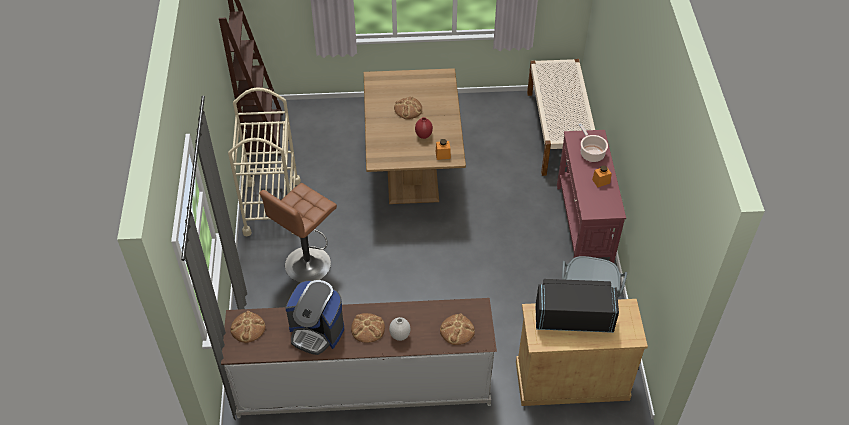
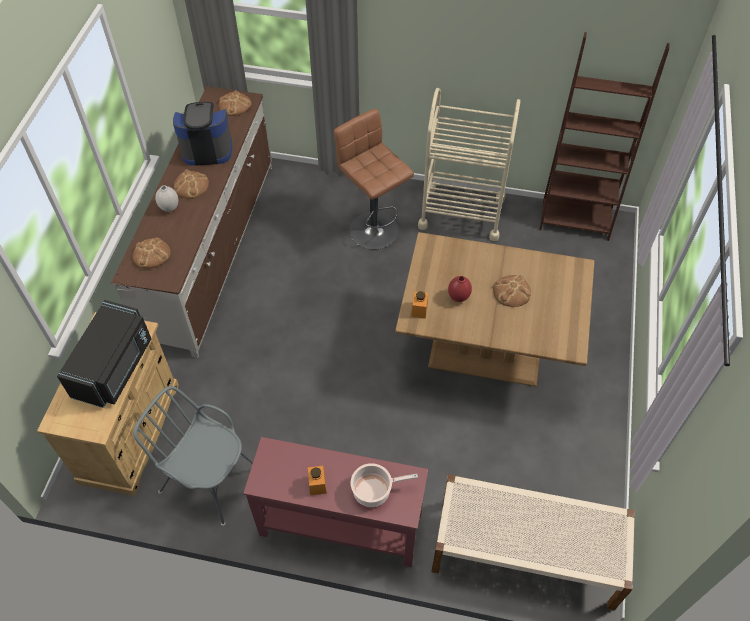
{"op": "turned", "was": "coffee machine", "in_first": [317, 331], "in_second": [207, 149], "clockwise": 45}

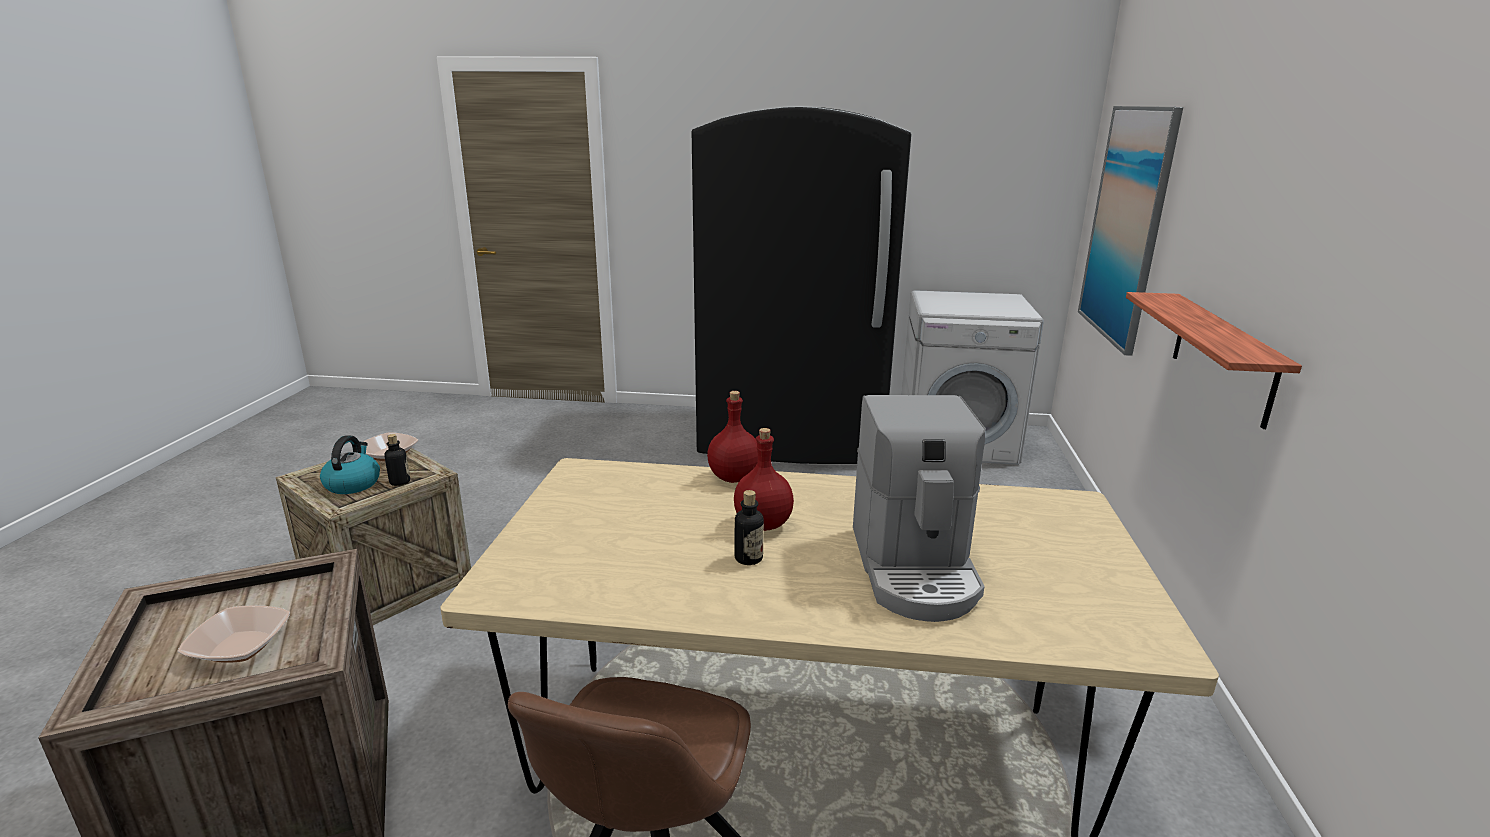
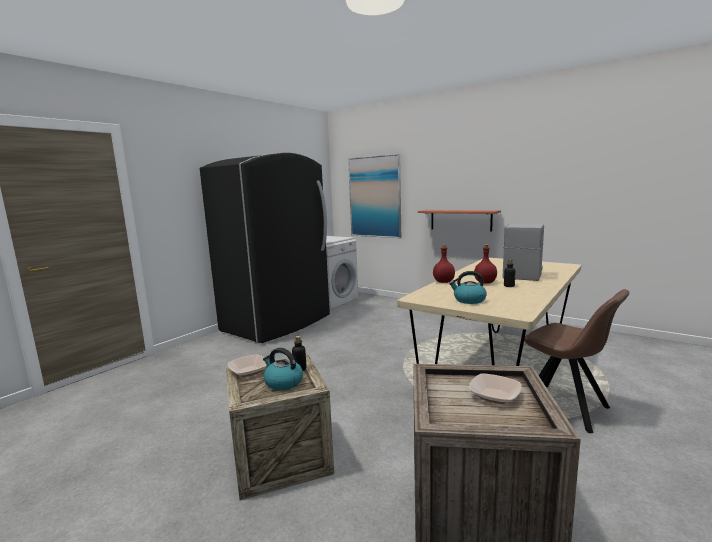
{"op": "turned", "was": "coffee machine", "in_first": [914, 568], "in_second": [523, 274], "clockwise": -90}
{"op": "added", "now": "kettle", "in_second": [469, 300]}

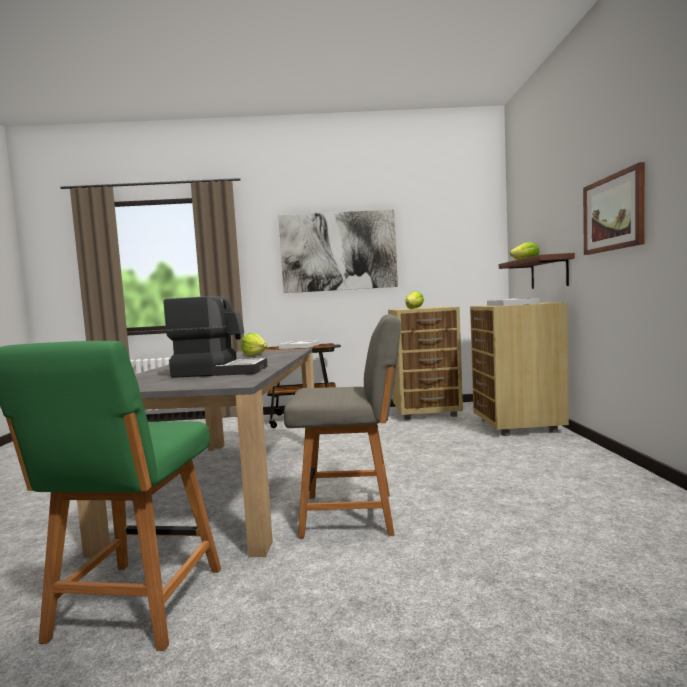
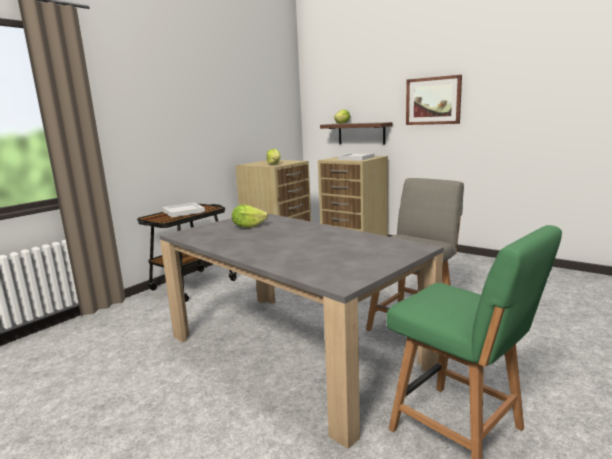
{"op": "removed", "was": "picture", "in_first": [338, 251]}
{"op": "removed", "was": "coffee machine", "in_first": [220, 371]}

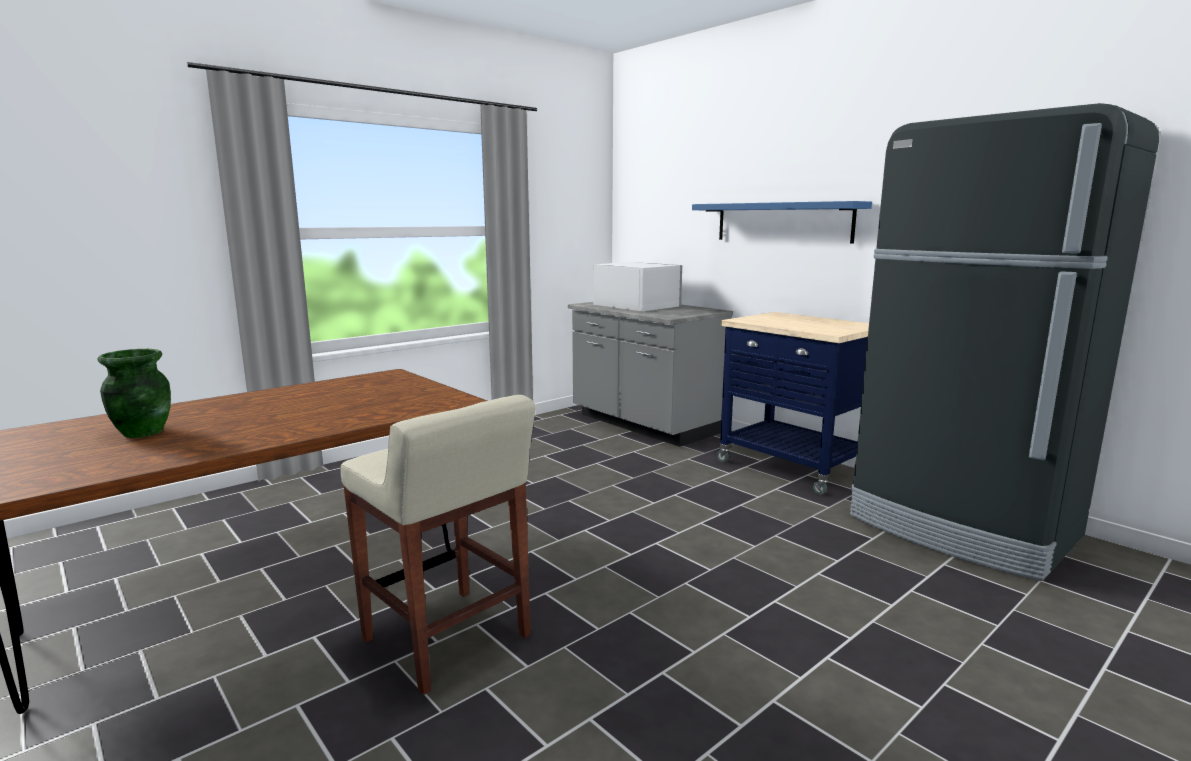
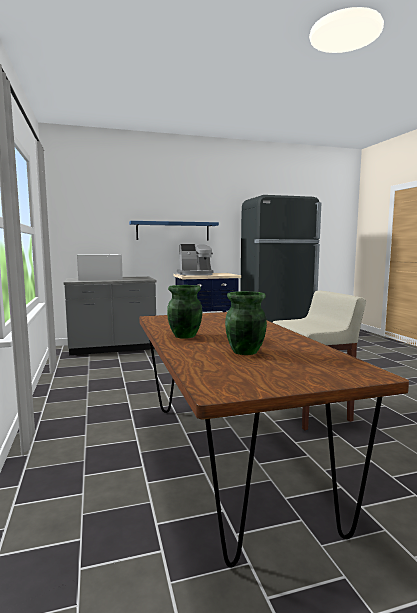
{"op": "added", "now": "coffee machine", "in_second": [196, 274]}
{"op": "added", "now": "green vase", "in_second": [184, 336]}

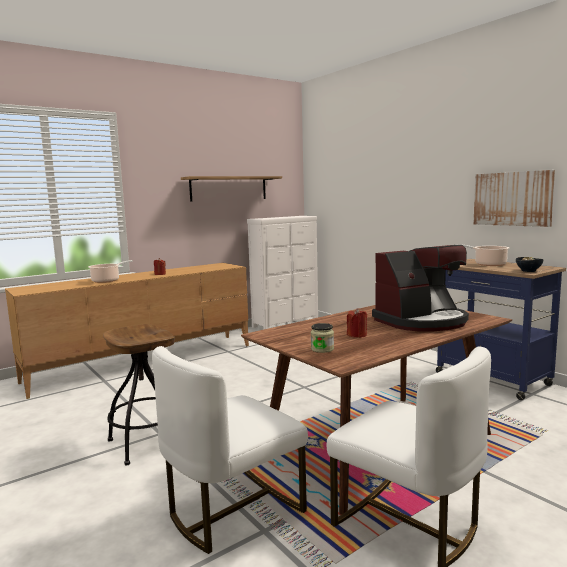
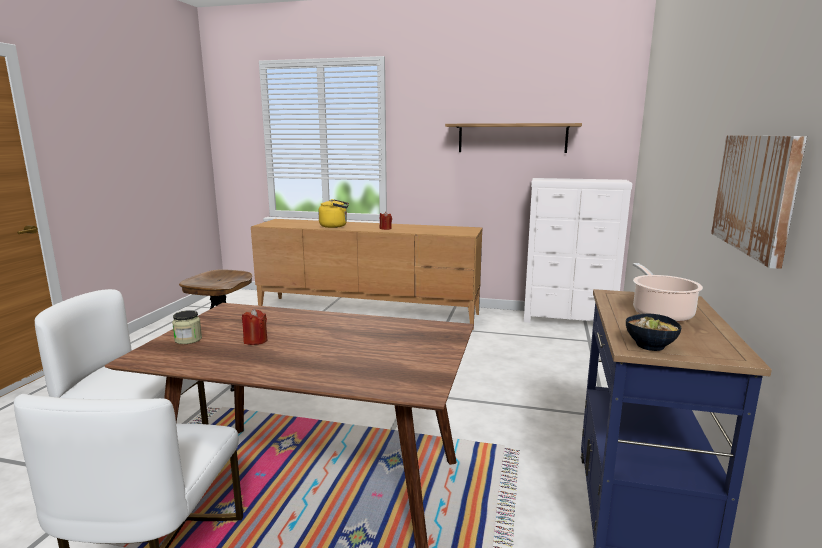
{"op": "removed", "was": "coffee machine", "in_first": [421, 321]}
{"op": "replaced", "was": "cooking pot", "now": "yellow kettle", "in_first": [107, 280], "in_second": [335, 226]}

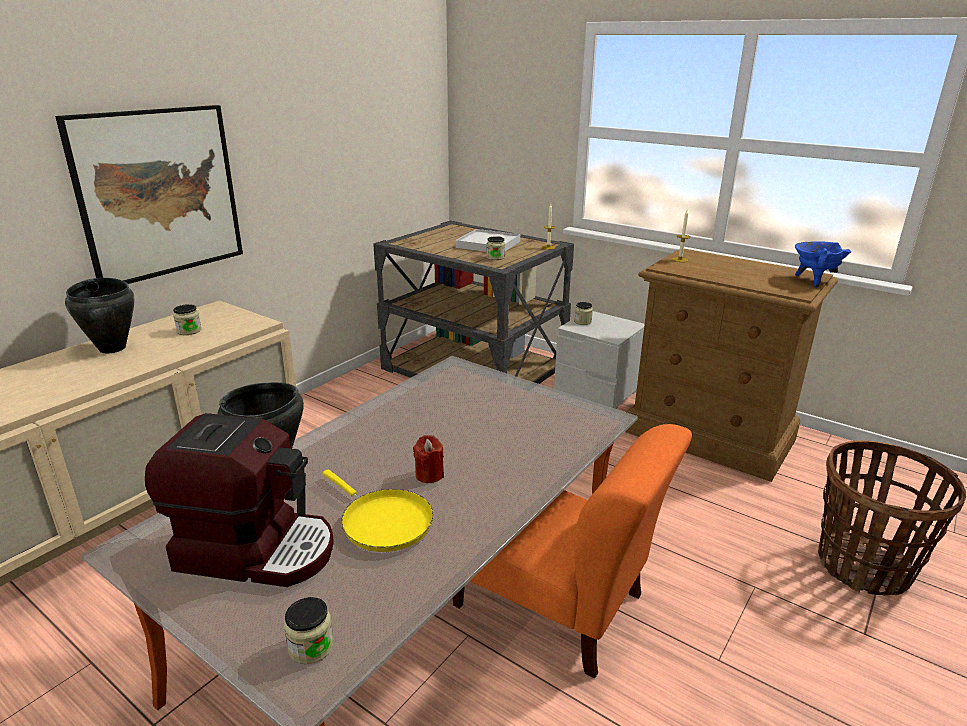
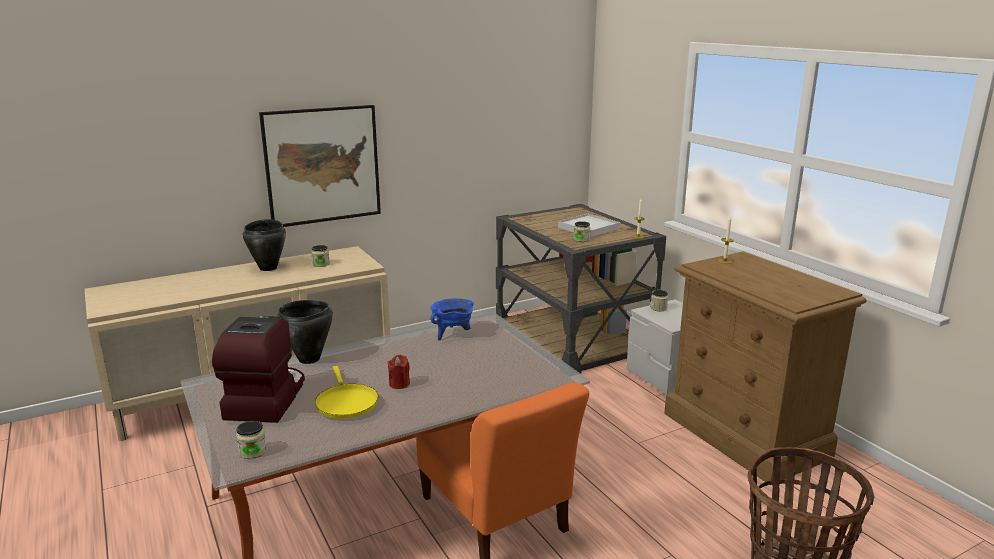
{"op": "moved", "was": "blue cooking pot", "in_first": [814, 281], "in_second": [453, 334]}
{"op": "turned", "was": "coffee machine", "in_first": [257, 549], "in_second": [265, 399], "clockwise": -120}

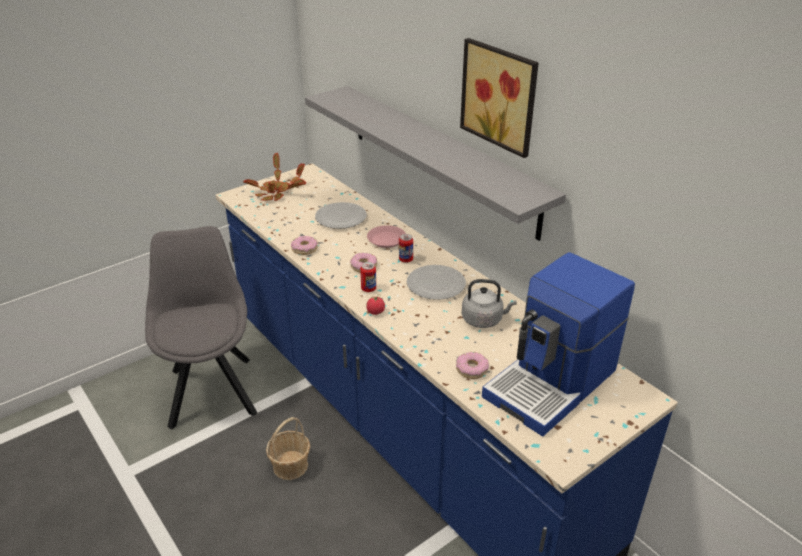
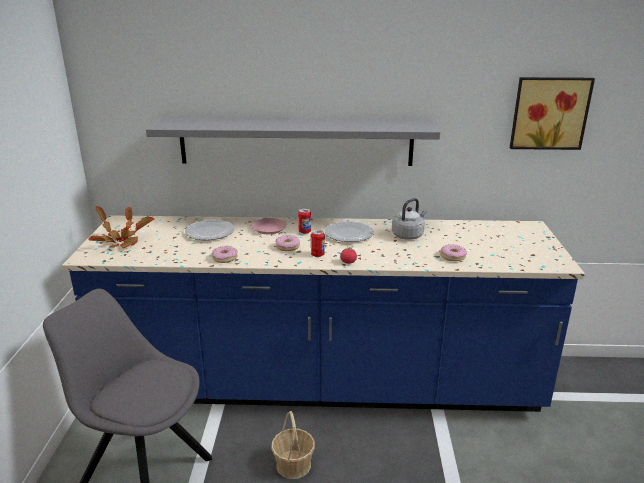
{"op": "moved", "was": "picture", "in_first": [501, 96], "in_second": [549, 113]}
{"op": "removed", "was": "coffee machine", "in_first": [552, 383]}

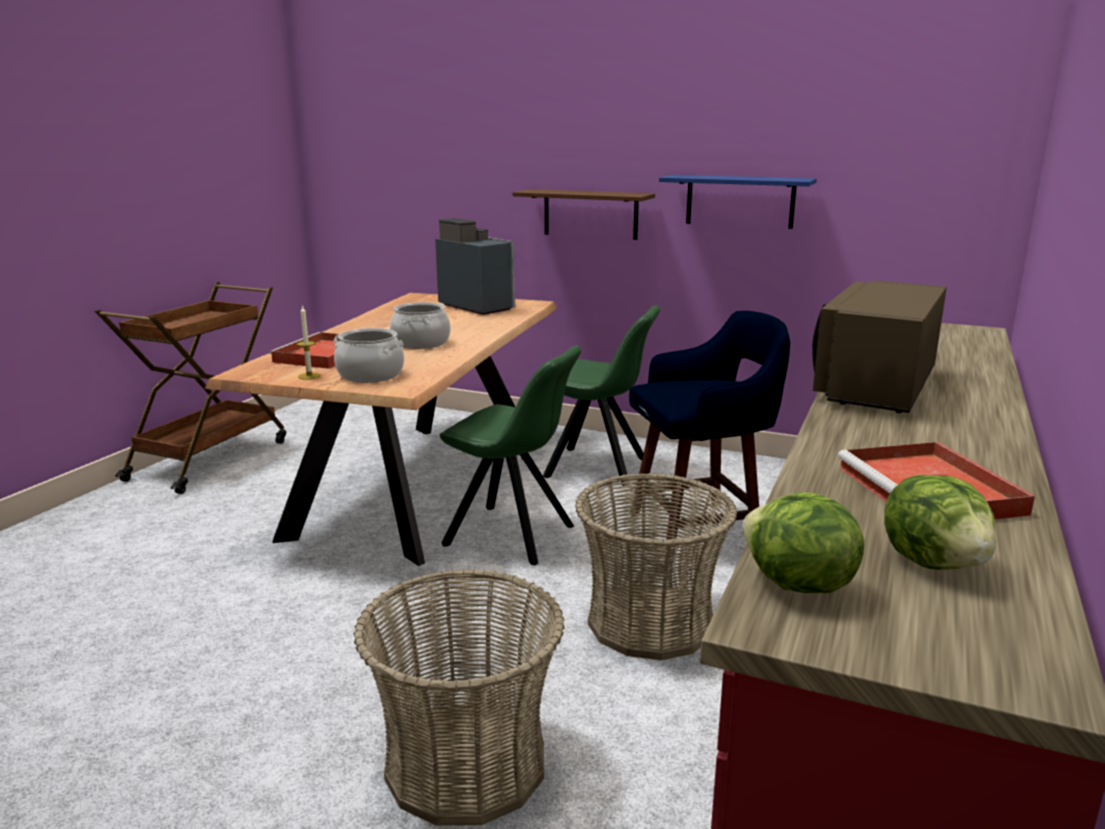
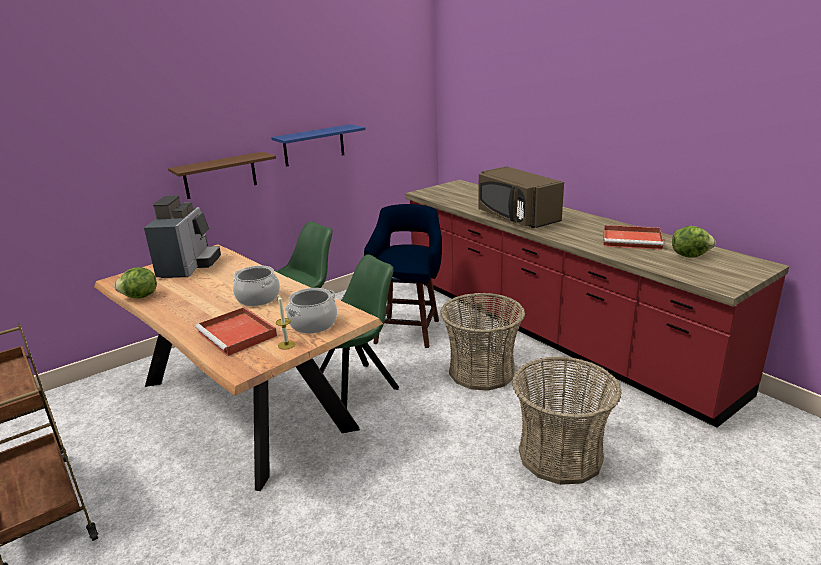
{"op": "turned", "was": "coffee machine", "in_first": [478, 306], "in_second": [189, 266], "clockwise": 105}
{"op": "moved", "was": "lettuce", "in_first": [796, 585], "in_second": [140, 297]}

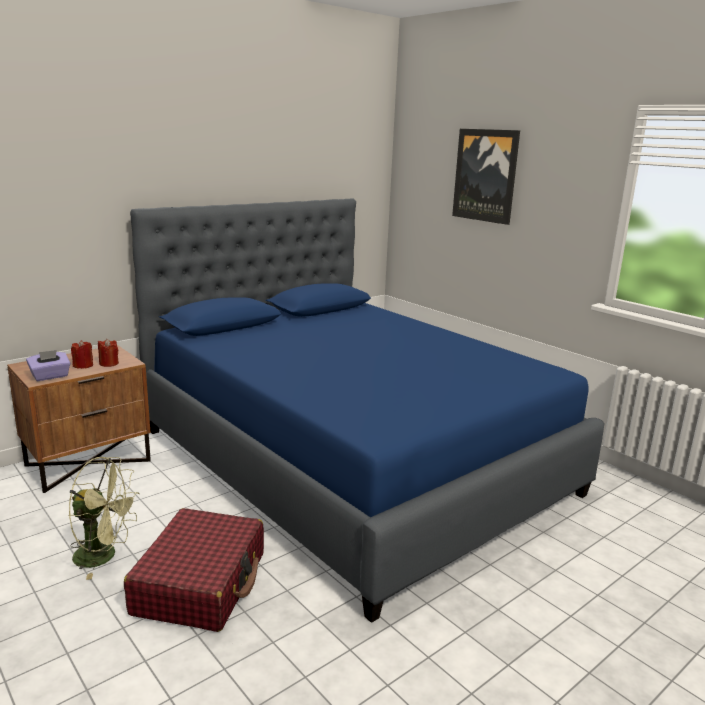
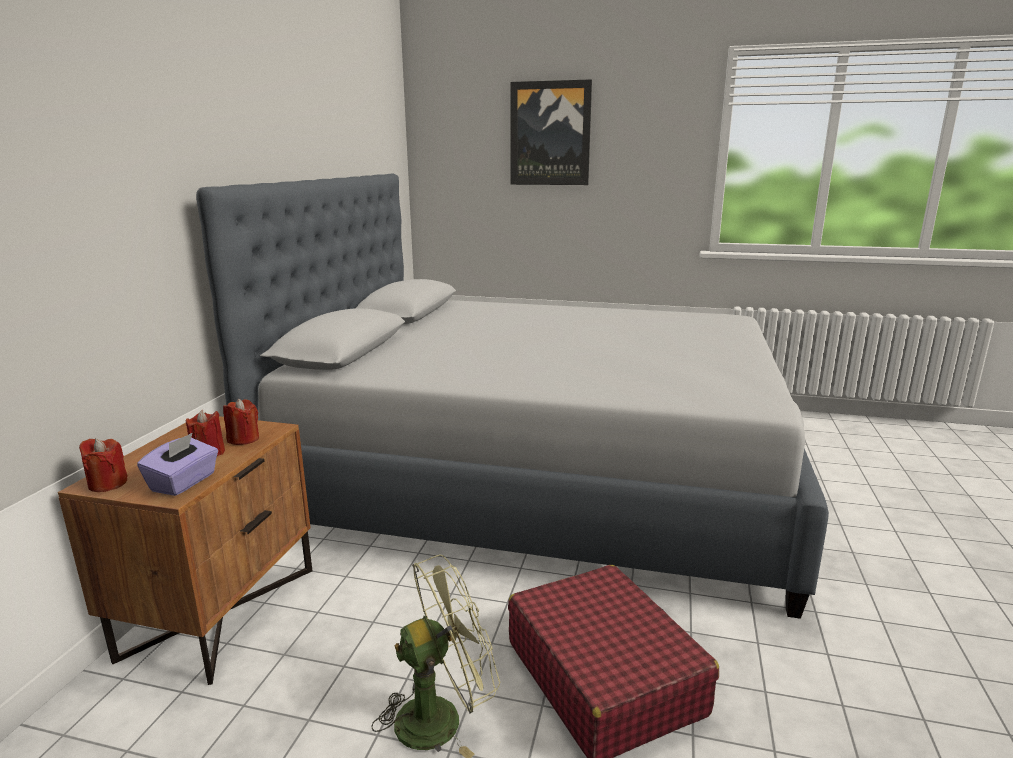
{"op": "recoloured", "was": "blue bed", "now": "grey bed", "in_first": [352, 460], "in_second": [539, 477]}
{"op": "added", "now": "red candle", "in_second": [108, 484]}

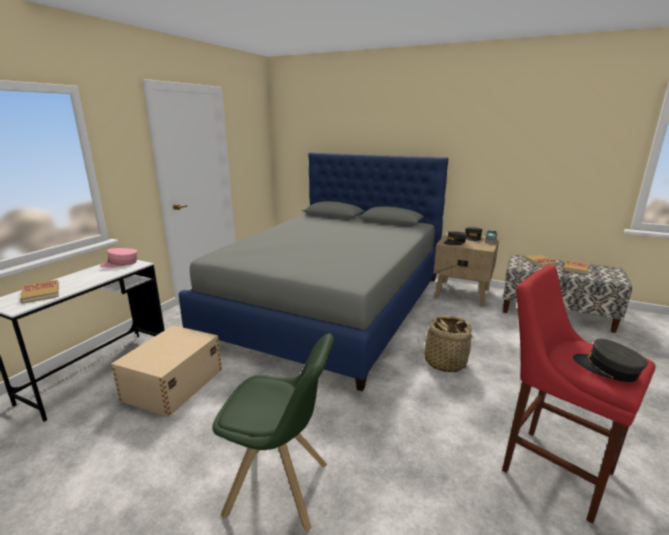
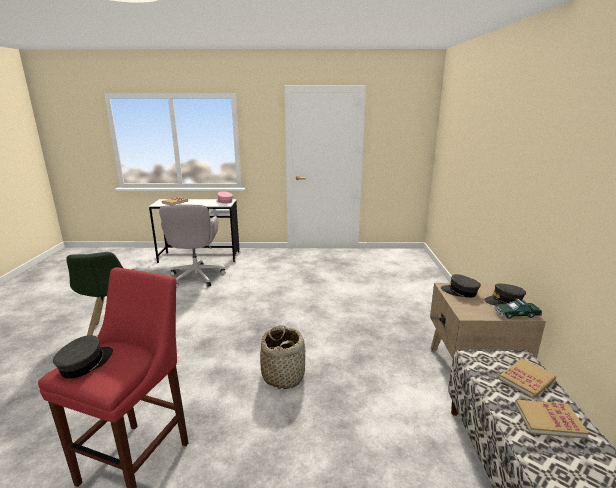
{"op": "removed", "was": "grey bed", "in_first": [331, 305]}
{"op": "replaced", "was": "beige storage box", "now": "grey office chair", "in_first": [172, 385], "in_second": [196, 277]}

